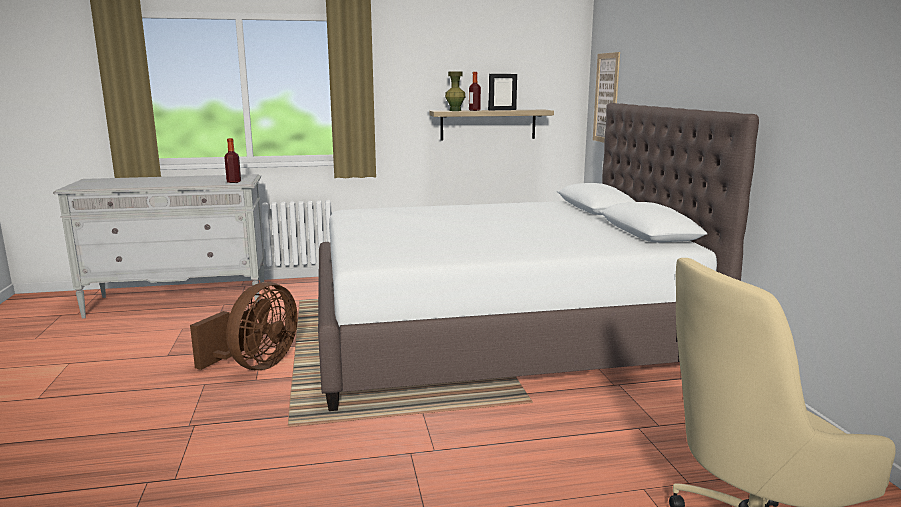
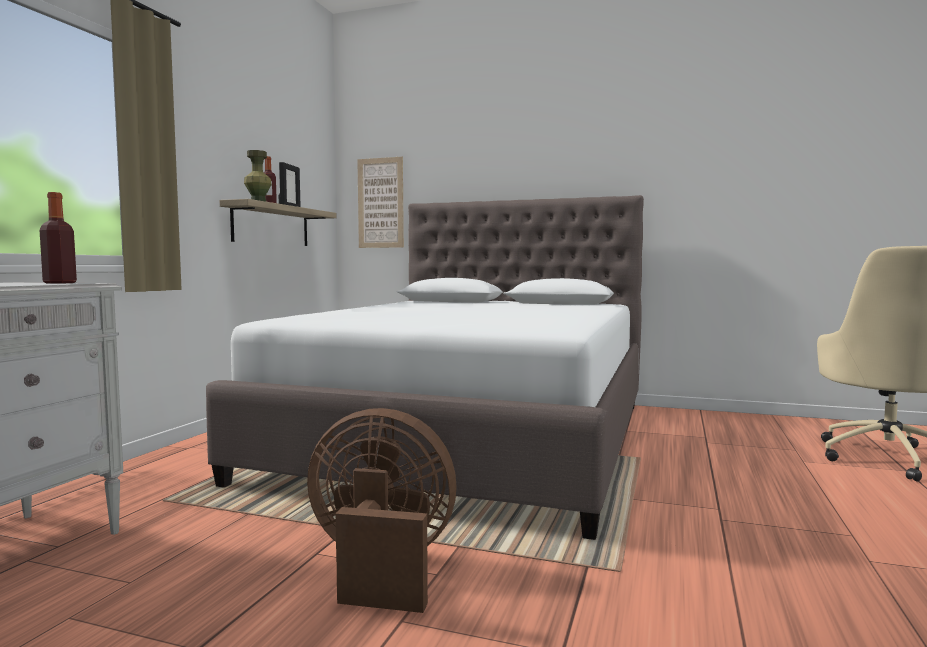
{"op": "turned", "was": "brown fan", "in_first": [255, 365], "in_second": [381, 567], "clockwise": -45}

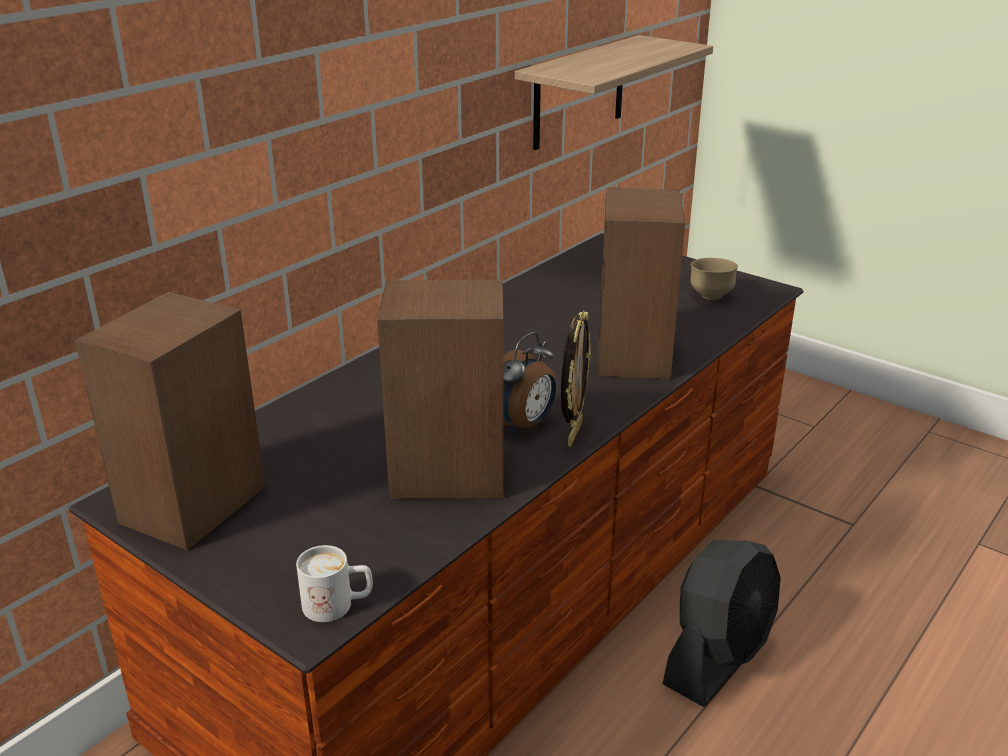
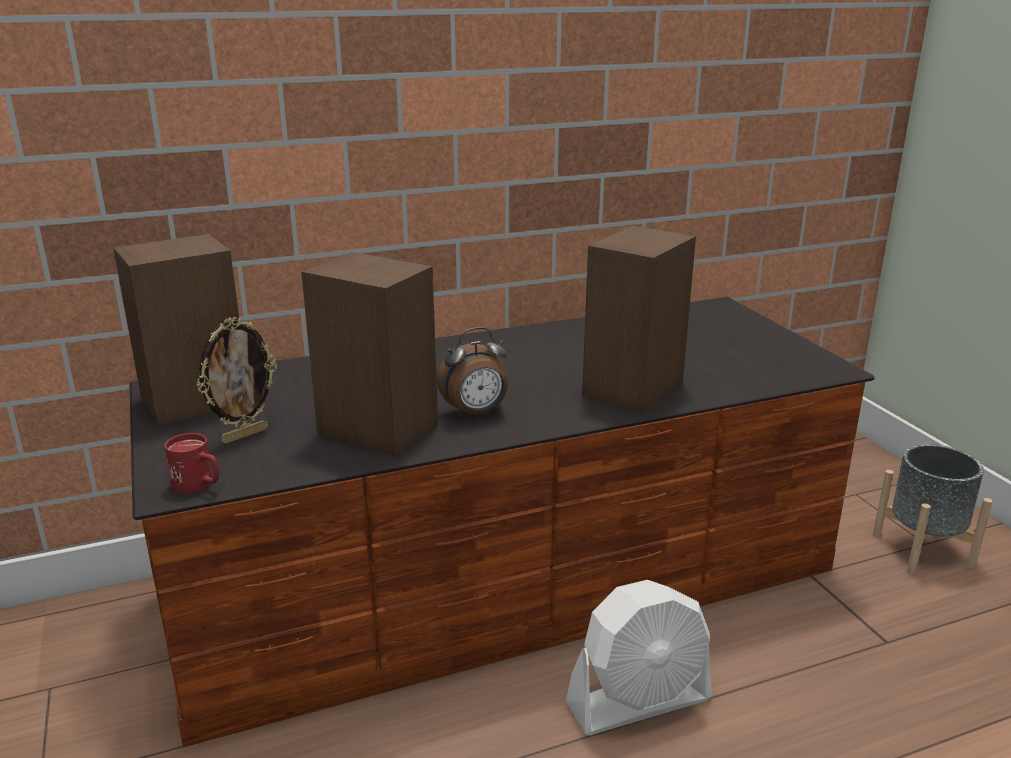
{"op": "removed", "was": "shelf", "in_first": [579, 92]}
{"op": "removed", "was": "brown bowl", "in_first": [710, 296]}
{"op": "moved", "was": "picture frame", "in_first": [573, 433], "in_second": [244, 435]}
{"op": "recoloured", "was": "black fan", "now": "white fan", "in_first": [718, 657], "in_second": [639, 702]}
{"op": "recoloured", "was": "white mug", "now": "red mug", "in_first": [338, 605], "in_second": [199, 485]}
{"op": "added", "now": "grey planter", "in_second": [922, 549]}

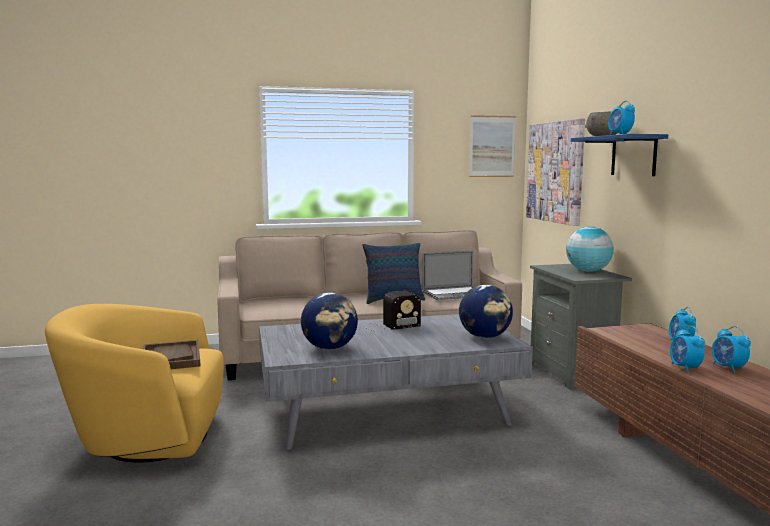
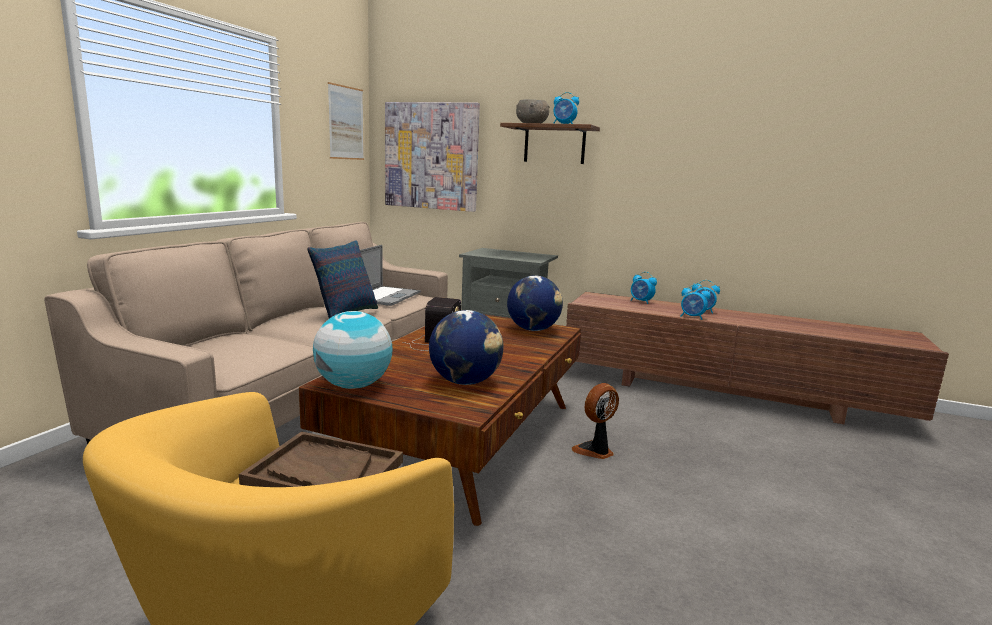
{"op": "recoloured", "was": "blue shelf", "now": "brown shelf", "in_first": [633, 156], "in_second": [554, 144]}
{"op": "moved", "was": "globe", "in_first": [588, 271], "in_second": [354, 386]}
{"op": "recoloured", "was": "grey coffee table", "now": "brown coffee table", "in_first": [388, 410], "in_second": [464, 438]}
{"op": "added", "now": "fan", "in_second": [595, 451]}

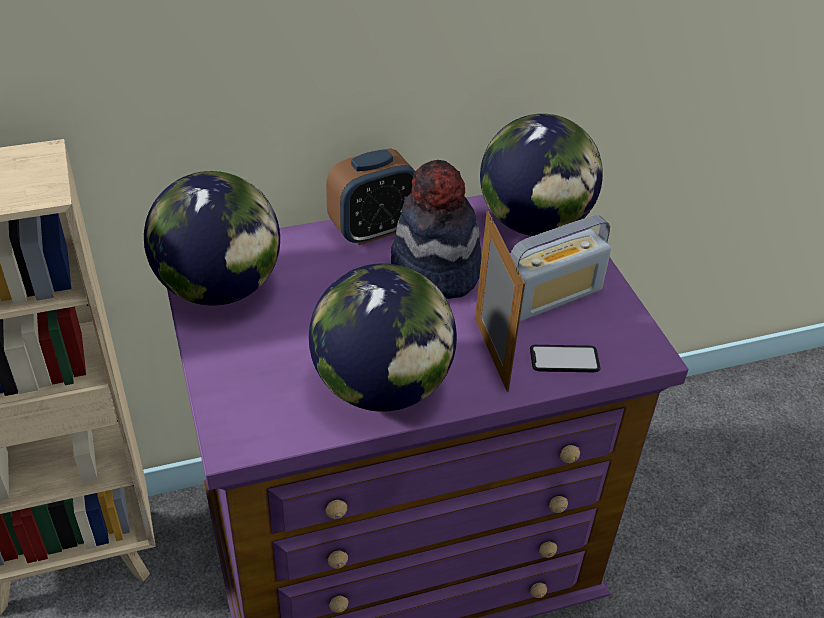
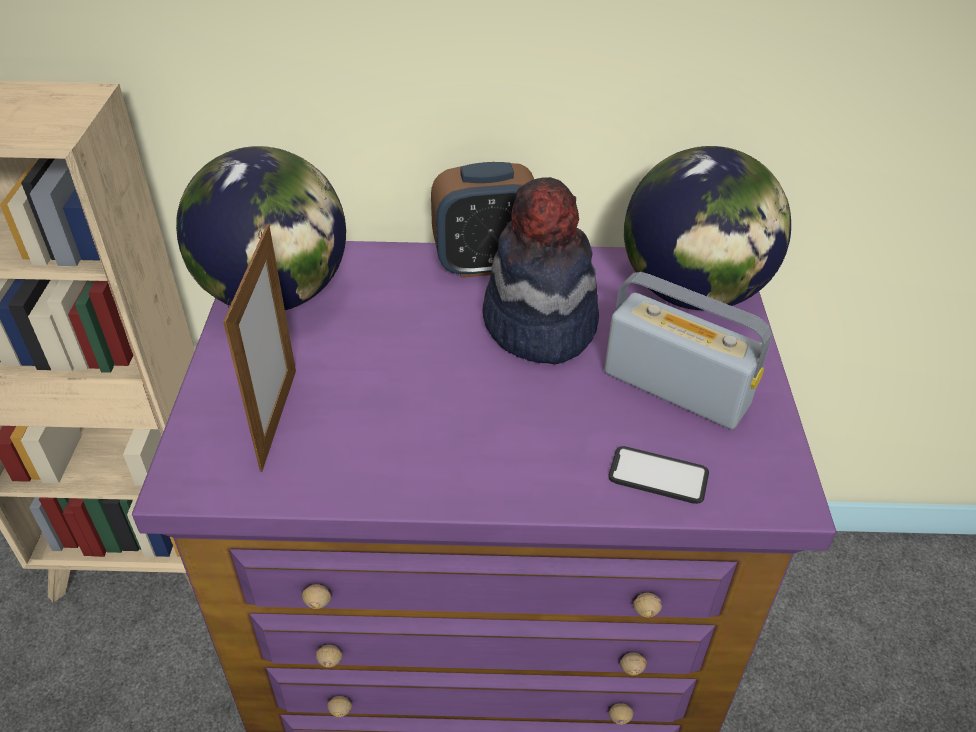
{"op": "moved", "was": "picture frame", "in_first": [490, 354], "in_second": [278, 418]}
{"op": "turned", "was": "radio", "in_first": [550, 296], "in_second": [675, 388], "clockwise": -135}
{"op": "removed", "was": "globe", "in_first": [381, 387]}

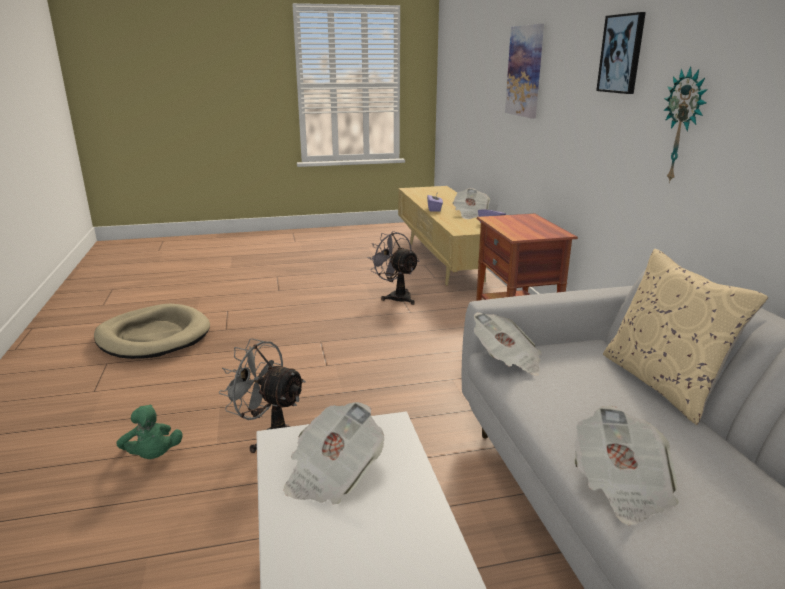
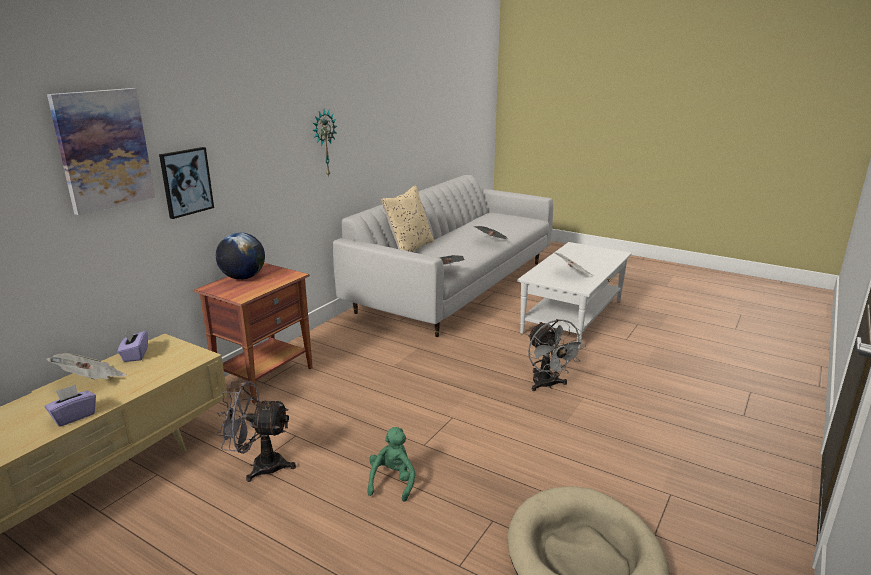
{"op": "moved", "was": "picture", "in_first": [621, 54], "in_second": [186, 182]}
{"op": "turned", "was": "grey fan", "in_first": [396, 296], "in_second": [259, 466], "clockwise": 90}
{"op": "moved", "was": "green plush toy", "in_first": [153, 456], "in_second": [392, 482]}
{"op": "added", "now": "globe", "in_second": [243, 278]}

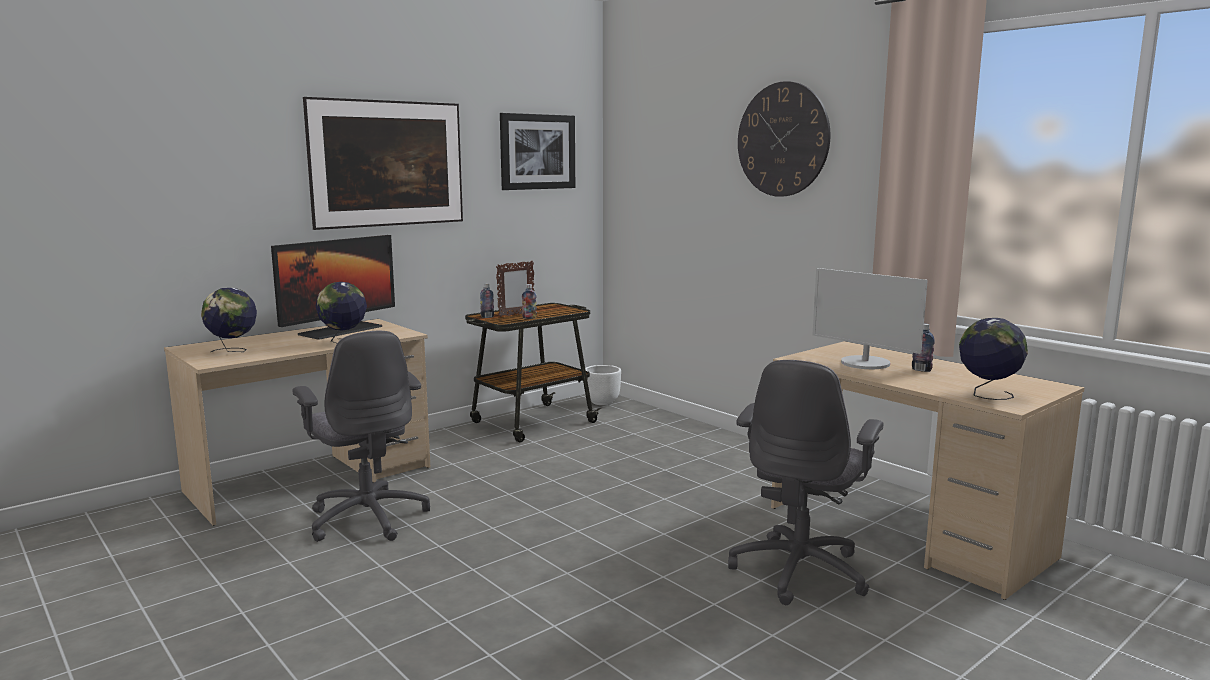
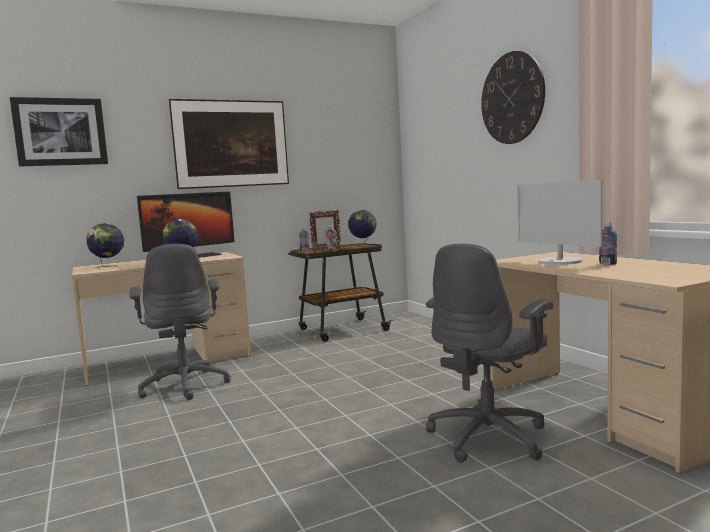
{"op": "moved", "was": "picture", "in_first": [537, 152], "in_second": [60, 132]}
{"op": "moved", "was": "globe", "in_first": [987, 395], "in_second": [363, 246]}
{"op": "removed", "was": "white planter", "in_first": [602, 402]}

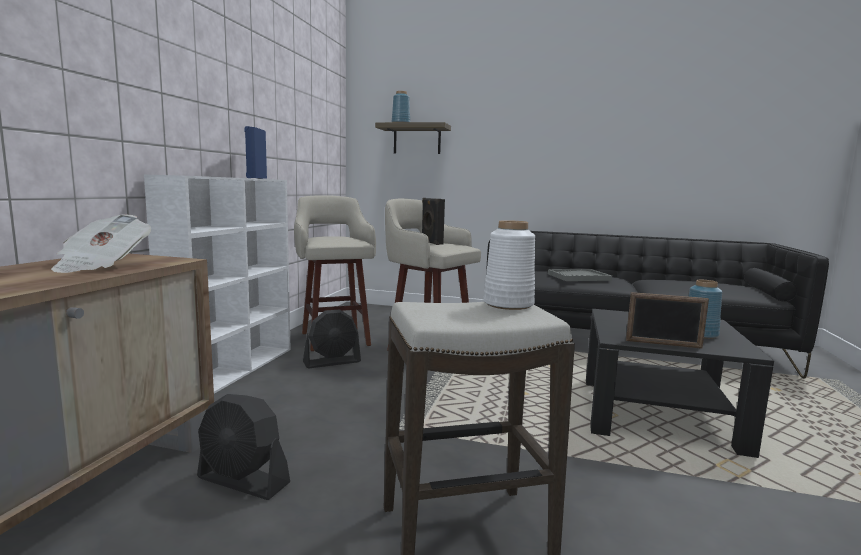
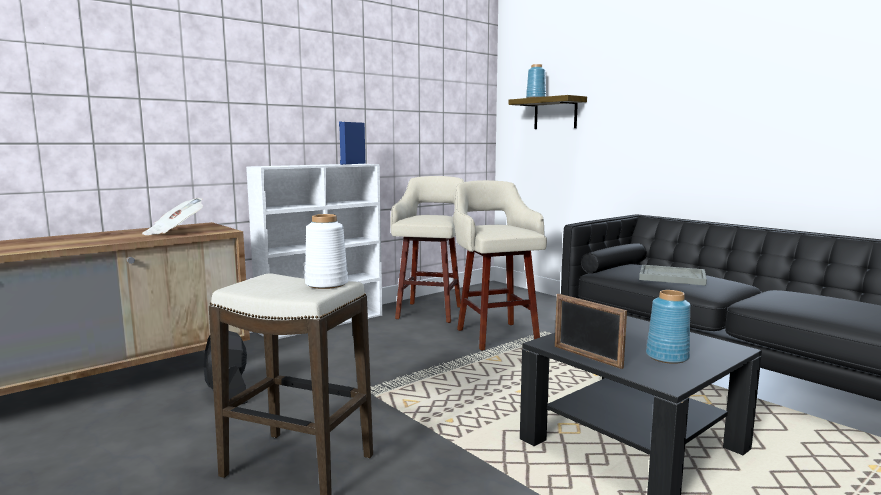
{"op": "removed", "was": "black speaker", "in_first": [431, 243]}
{"op": "removed", "was": "black fan", "in_first": [332, 362]}

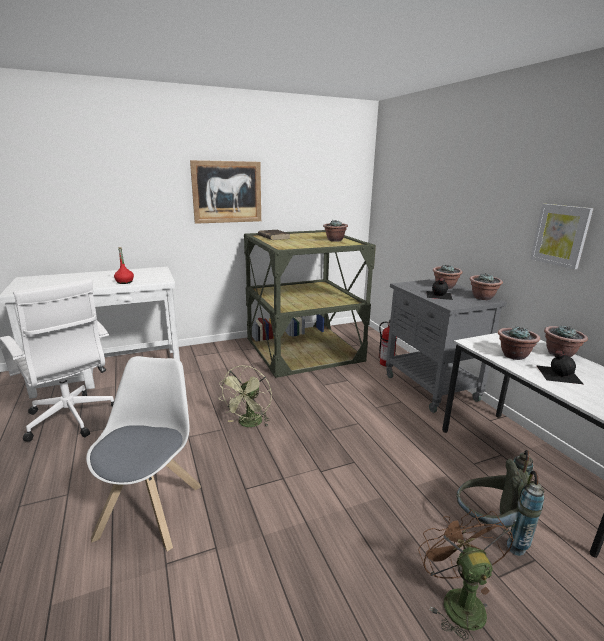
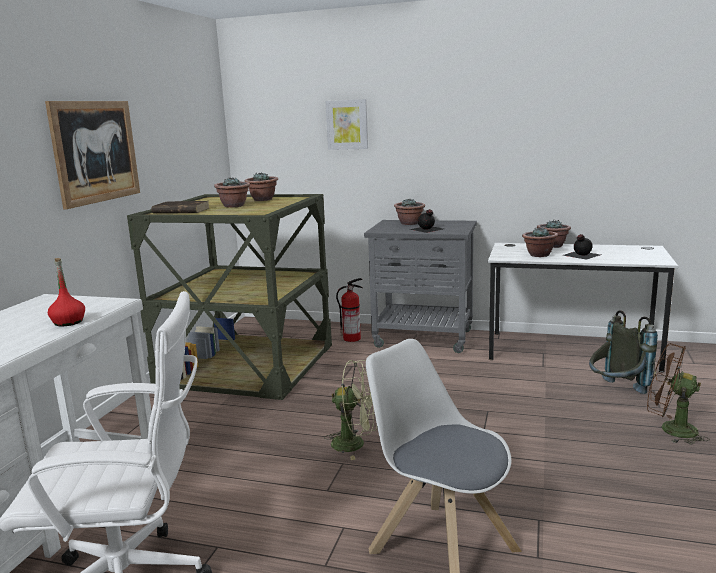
{"op": "moved", "was": "picture", "in_first": [560, 235], "in_second": [347, 124]}
{"op": "moved", "was": "potted plant", "in_first": [483, 297], "in_second": [234, 206]}
{"op": "turned", "was": "green fan", "in_first": [249, 424], "in_second": [355, 444], "clockwise": -45}

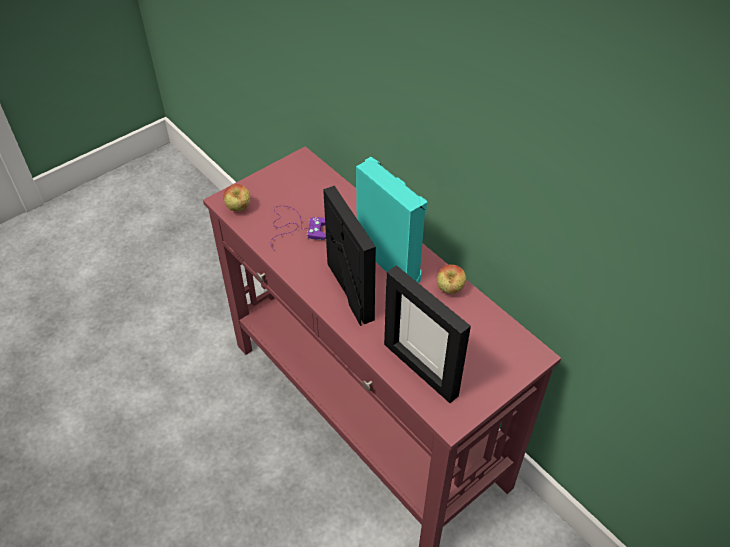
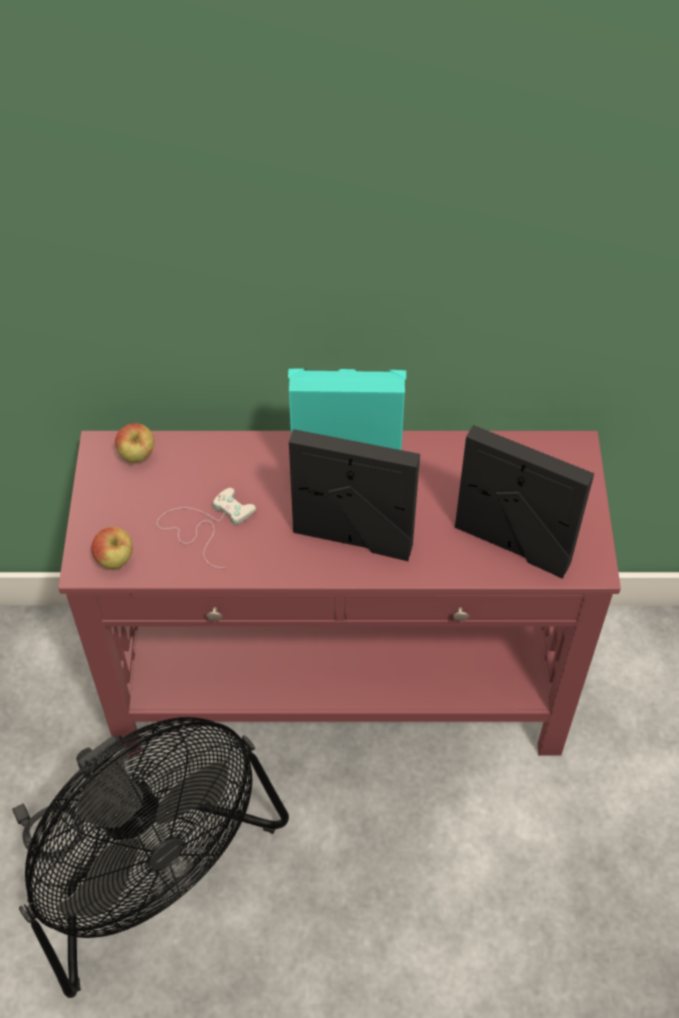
{"op": "recoloured", "was": "purple game controller", "now": "white game controller", "in_first": [295, 227], "in_second": [205, 525]}
{"op": "moved", "was": "apple", "in_first": [450, 290], "in_second": [137, 456]}
{"op": "turned", "was": "picture frame", "in_first": [422, 368], "in_second": [511, 547], "clockwise": -150}
{"op": "added", "now": "black fan", "in_second": [139, 873]}

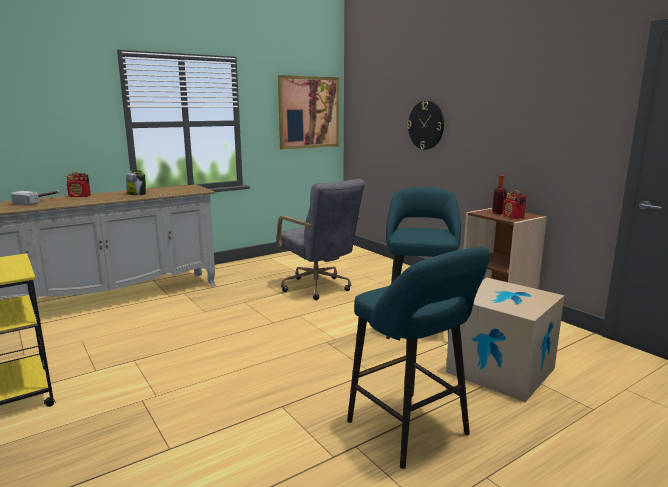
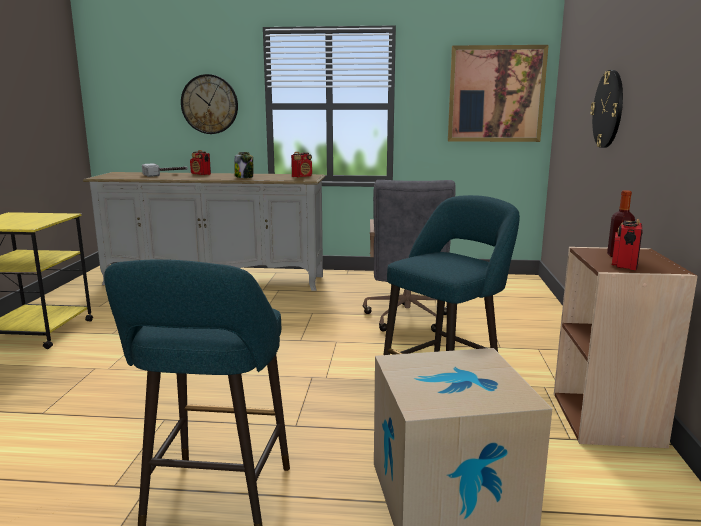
{"op": "added", "now": "wall clock", "in_second": [209, 104]}
{"op": "added", "now": "radio", "in_second": [302, 176]}

